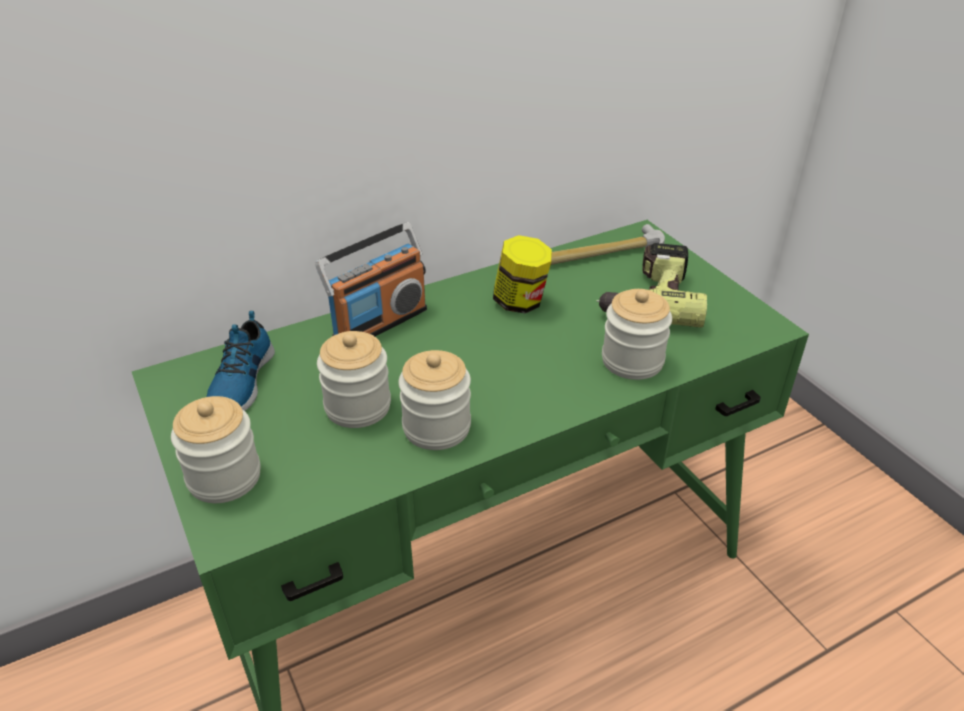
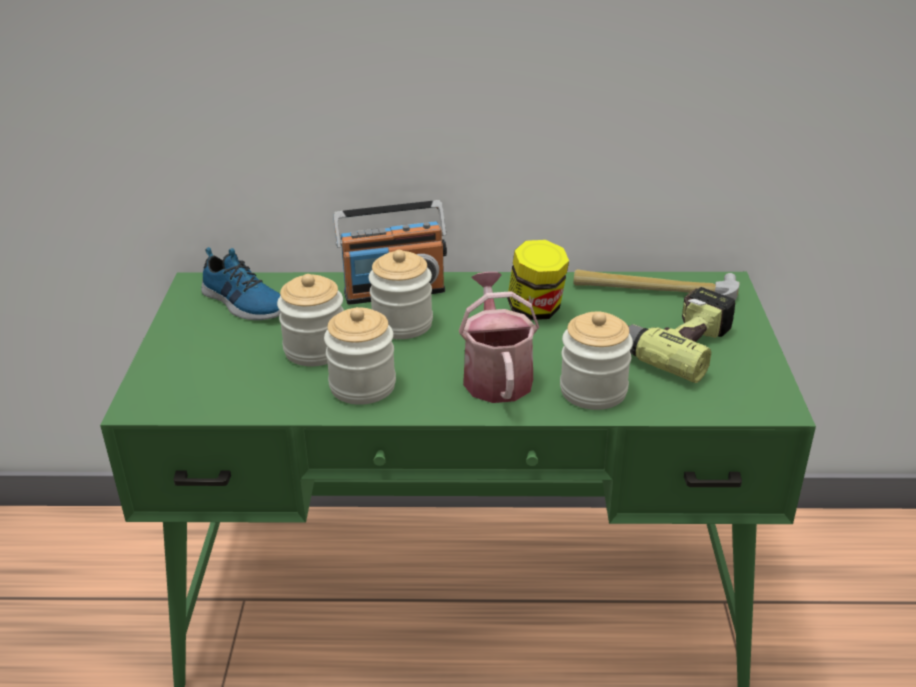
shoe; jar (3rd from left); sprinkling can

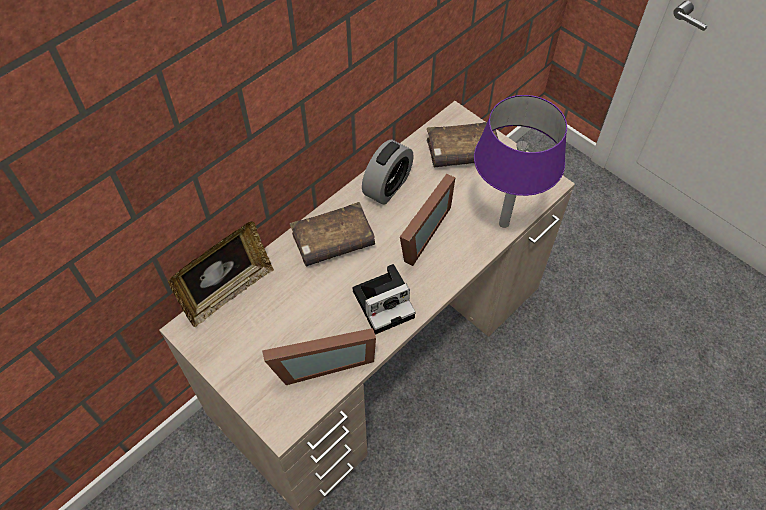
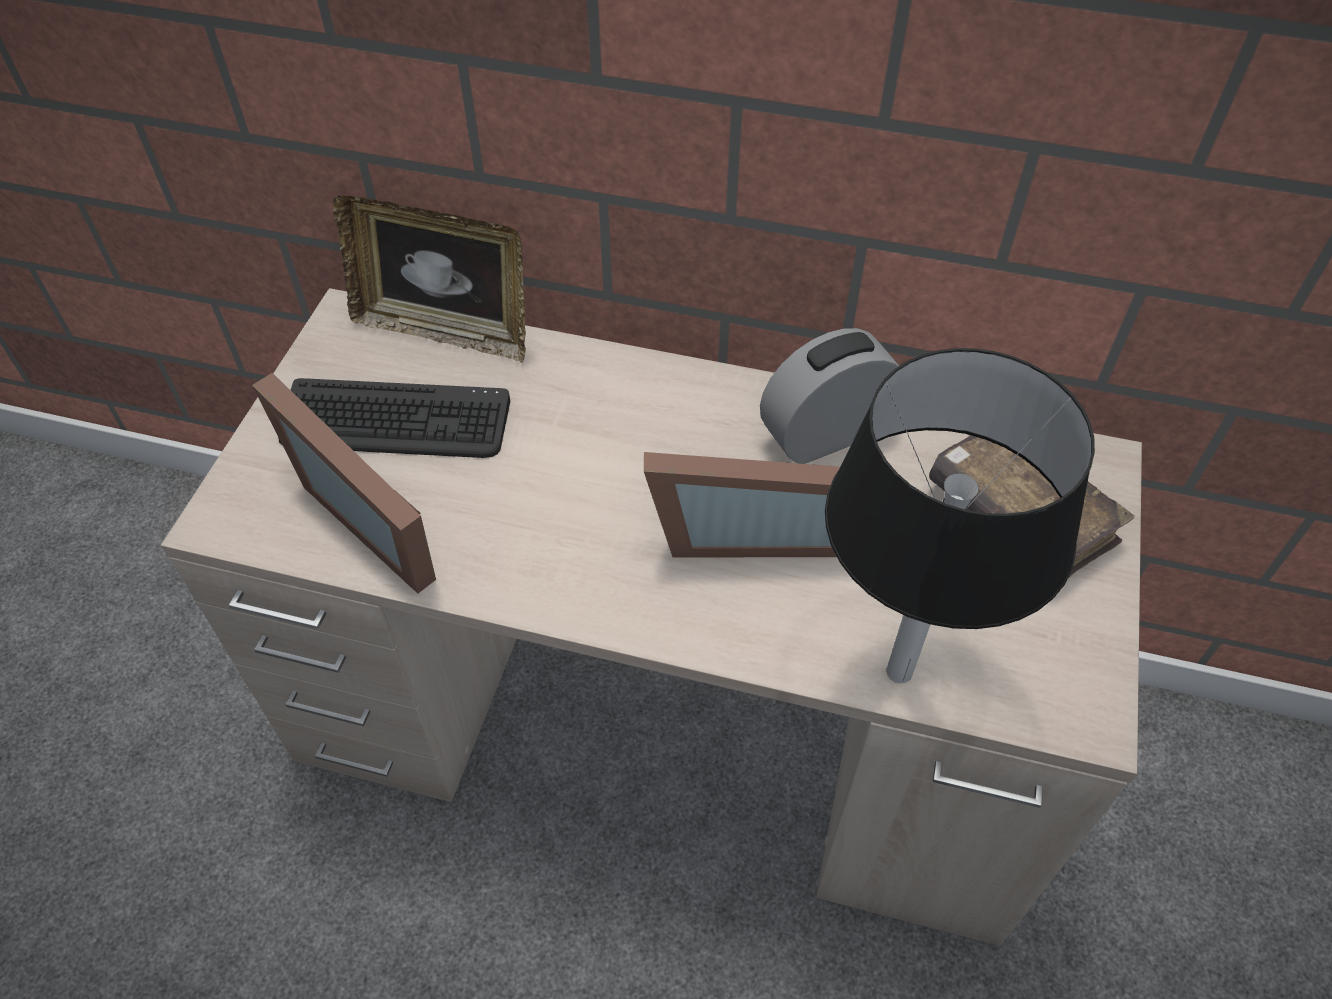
table lamp (blackish); alarm clock; book (brown-coloured) (1st from left in the first image); still camera; computer keyboard

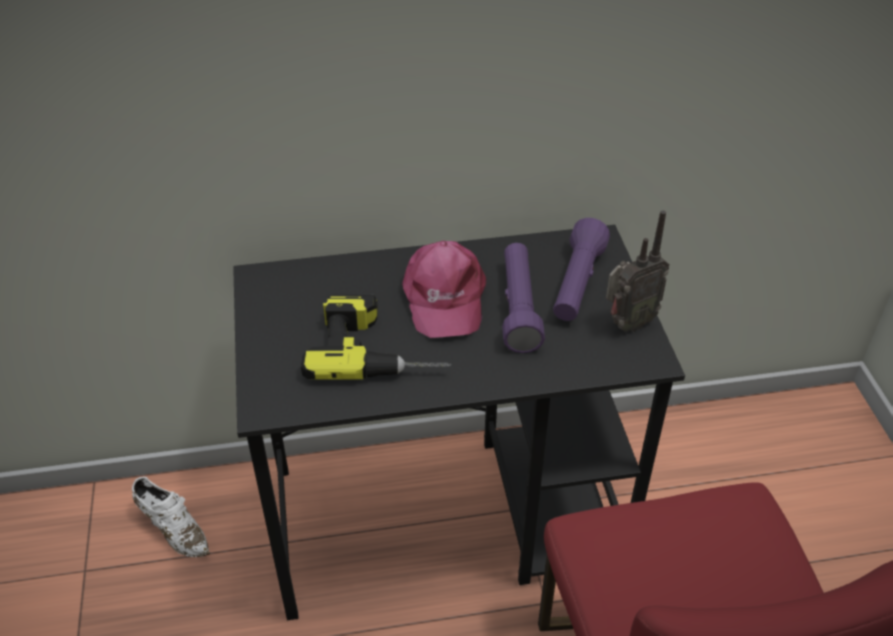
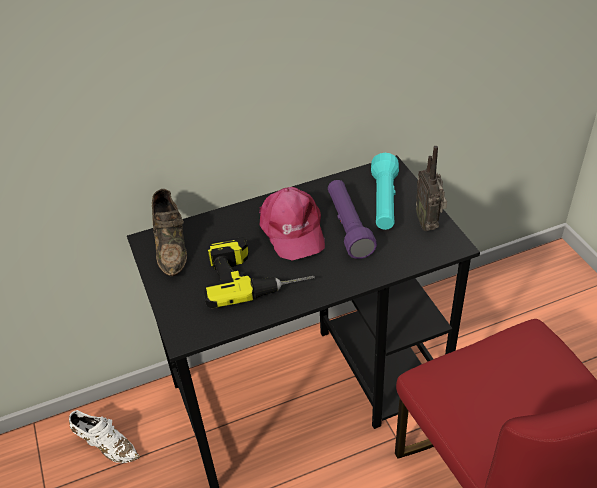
radio receiver; torch (turquoise-coloured); shoe (brown-coloured)

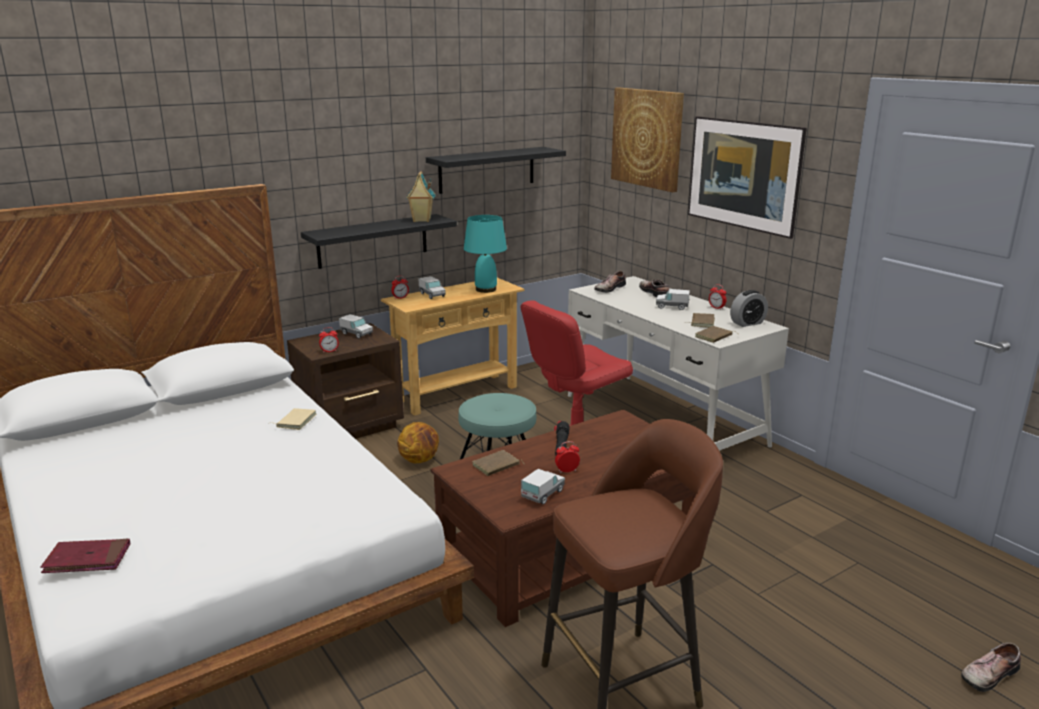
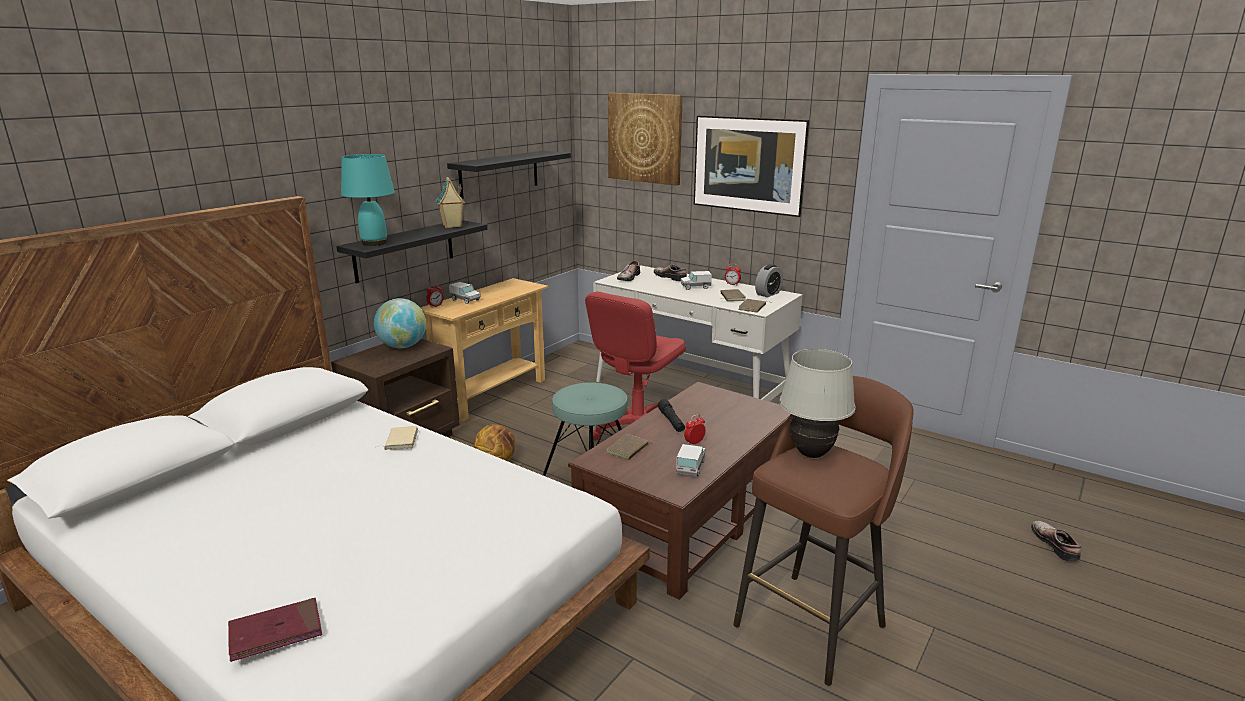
table lamp (turquoise-coloured); desk globe; alarm clock (1st from left in the first image); shoe (3rd from left); table lamp (whitish)

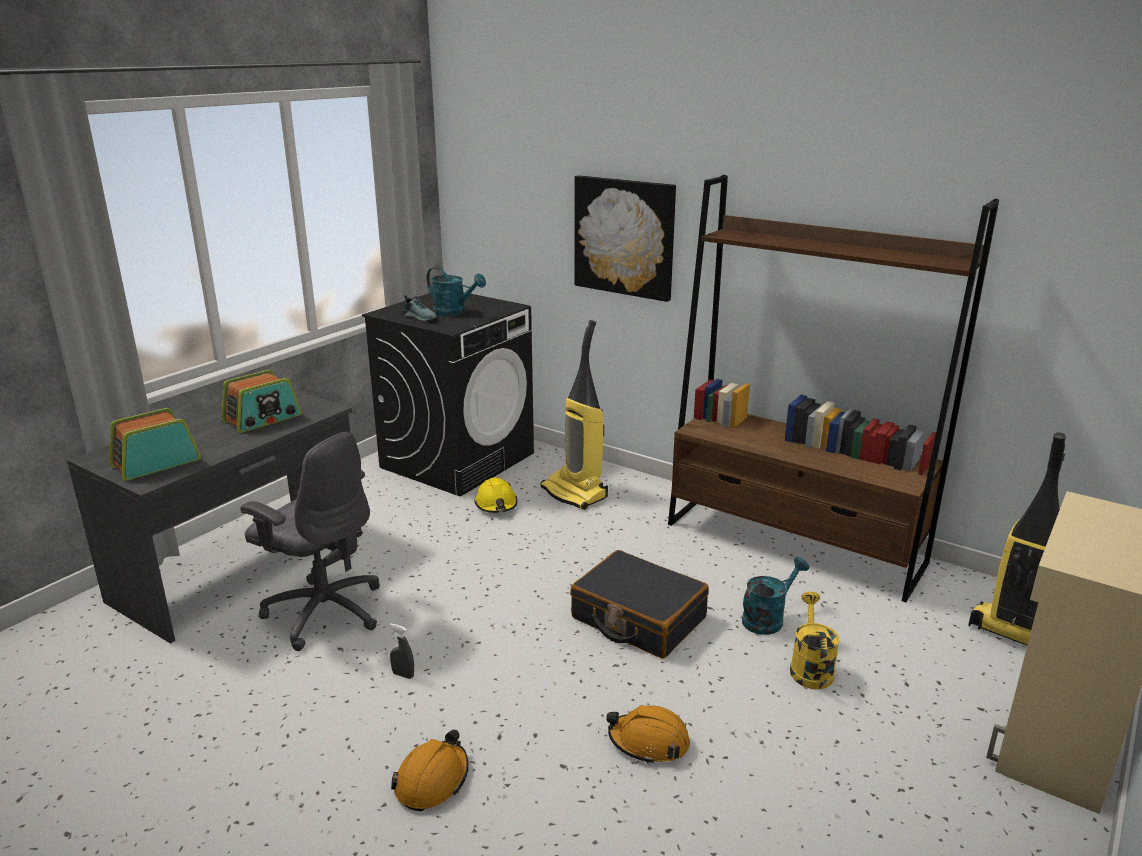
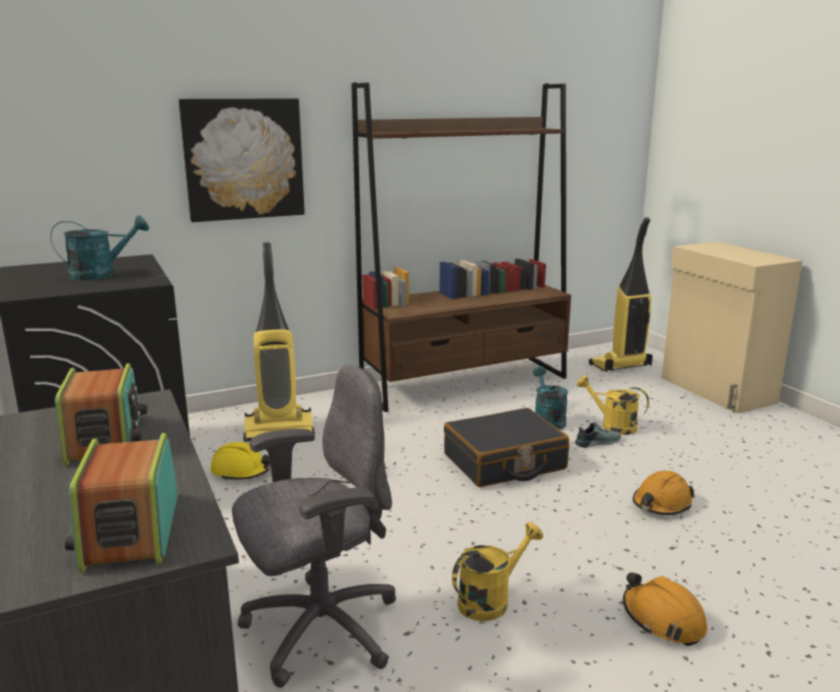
shoe; sprinkling can (yellowish) (1st from left)

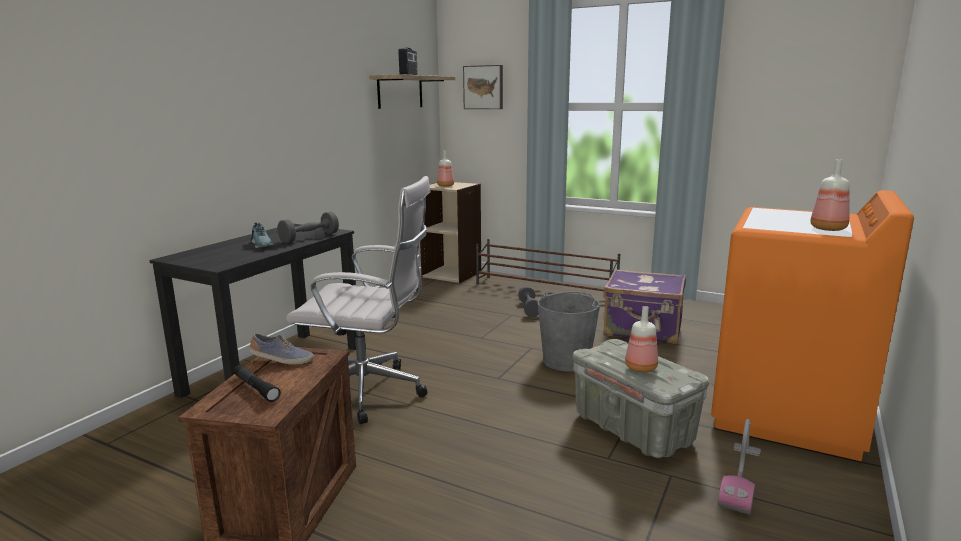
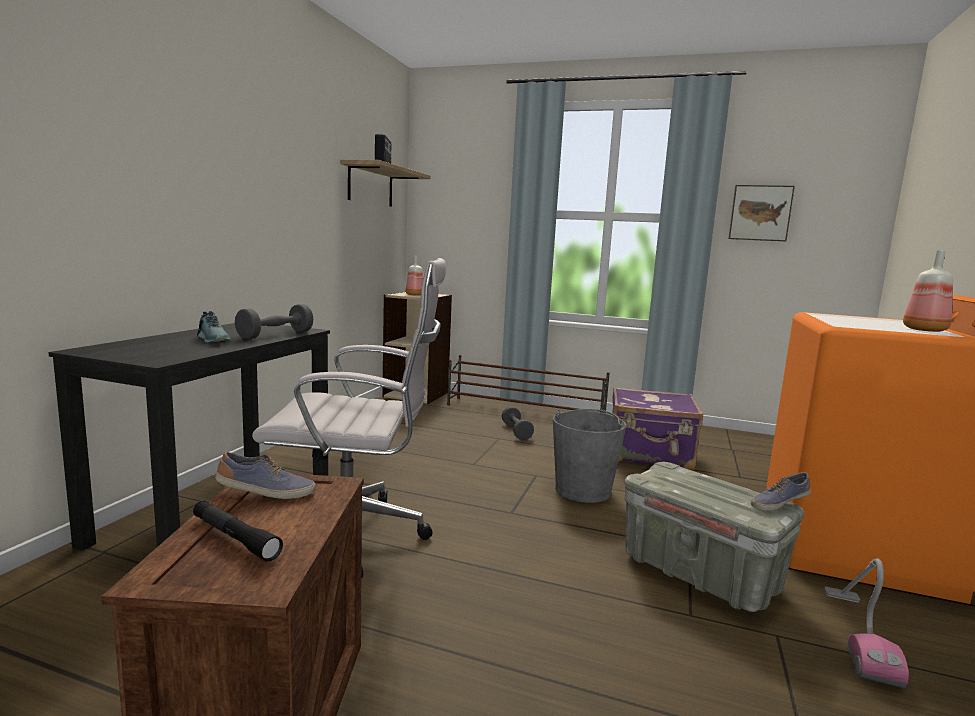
picture; bottle (2nd from left in the first image); shoe (3rd from left)

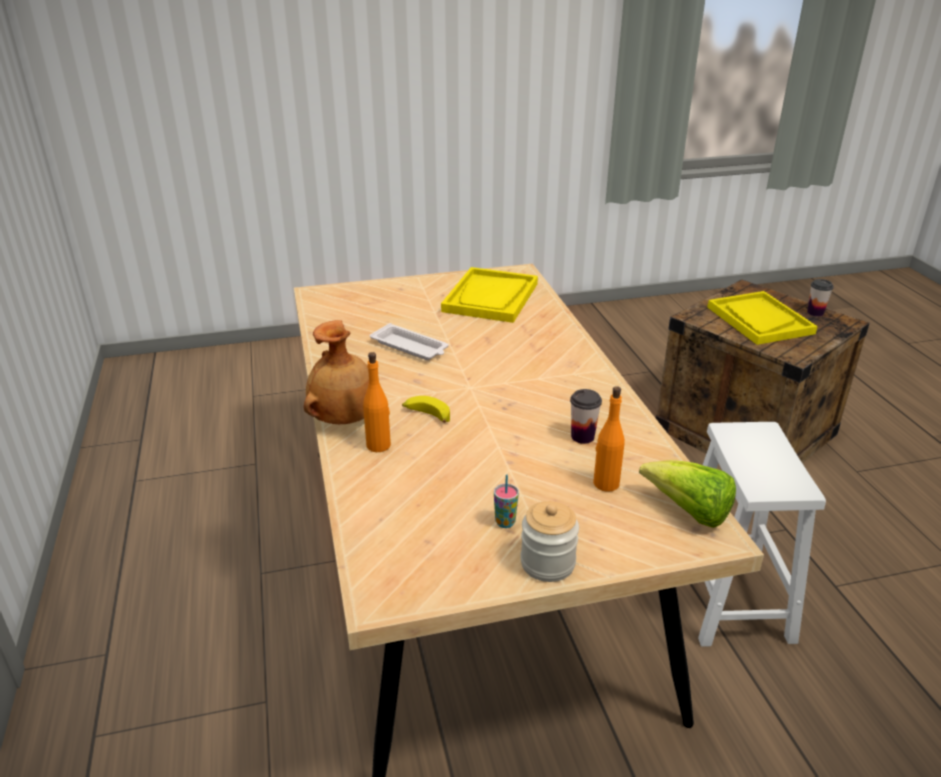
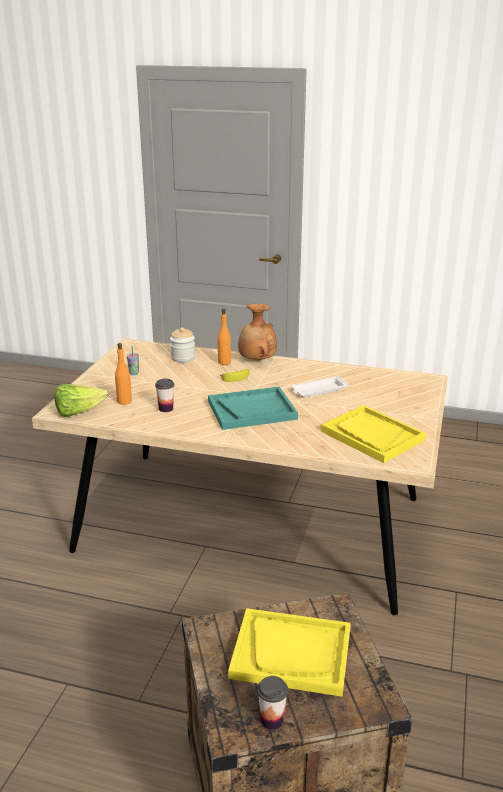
stool (whitish); jar; tray (turquoise-coloured)

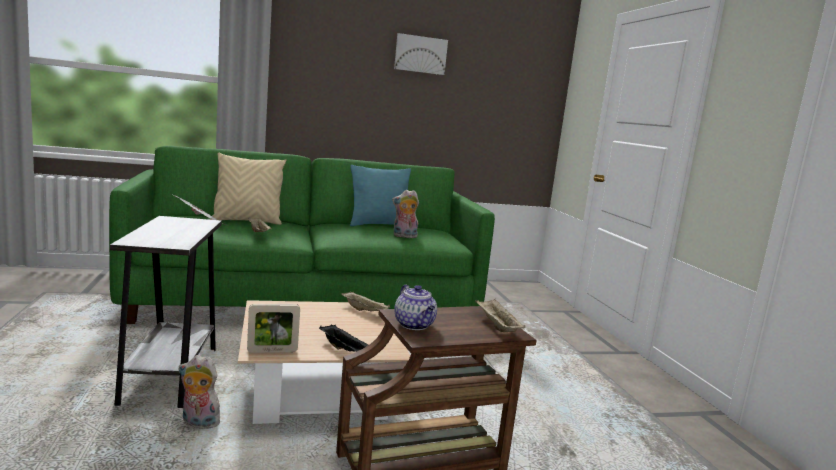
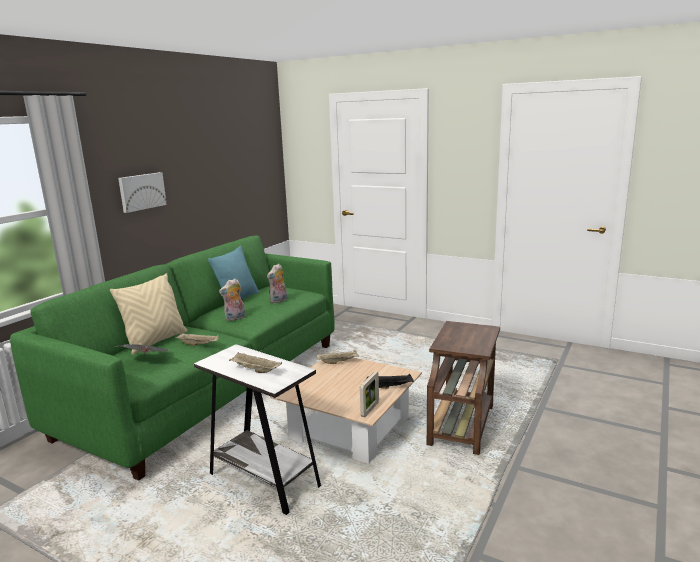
picture; pot for tea; tray (beige) (2nd from left); soft toy (1st from left)

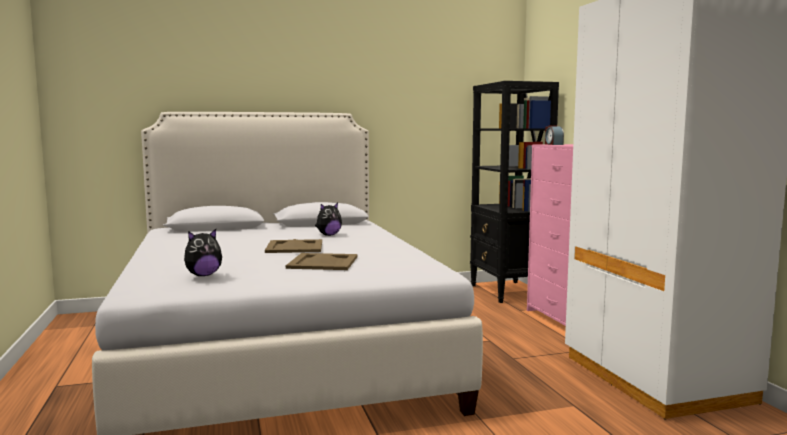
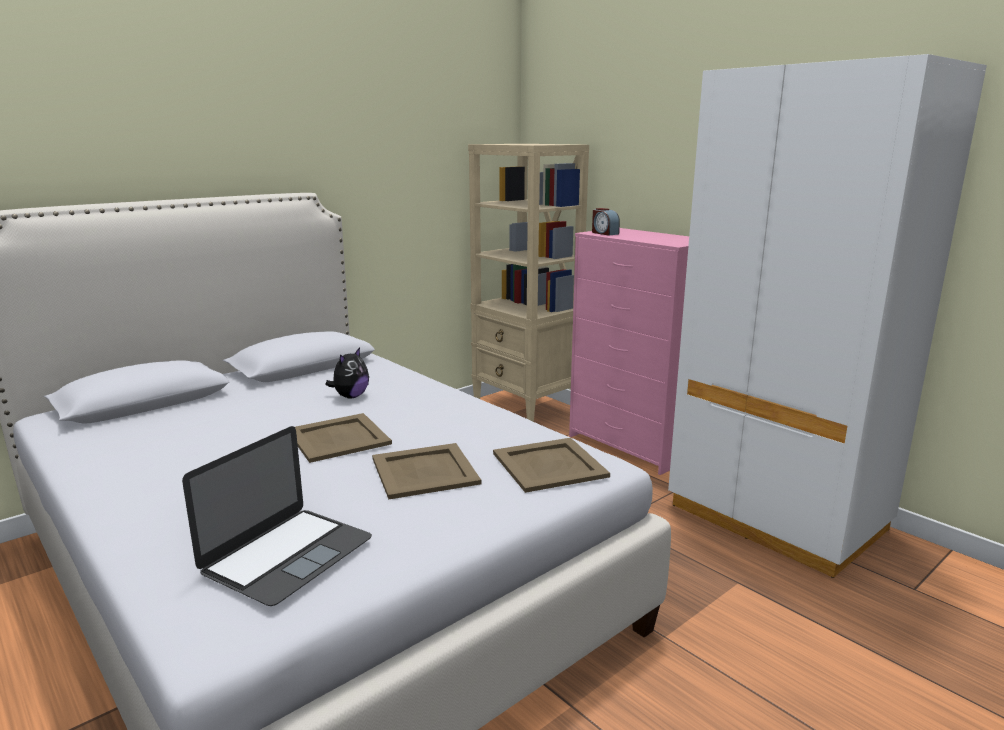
bookshelf (beige); portable computer; tray (beige) (3rd from left)

